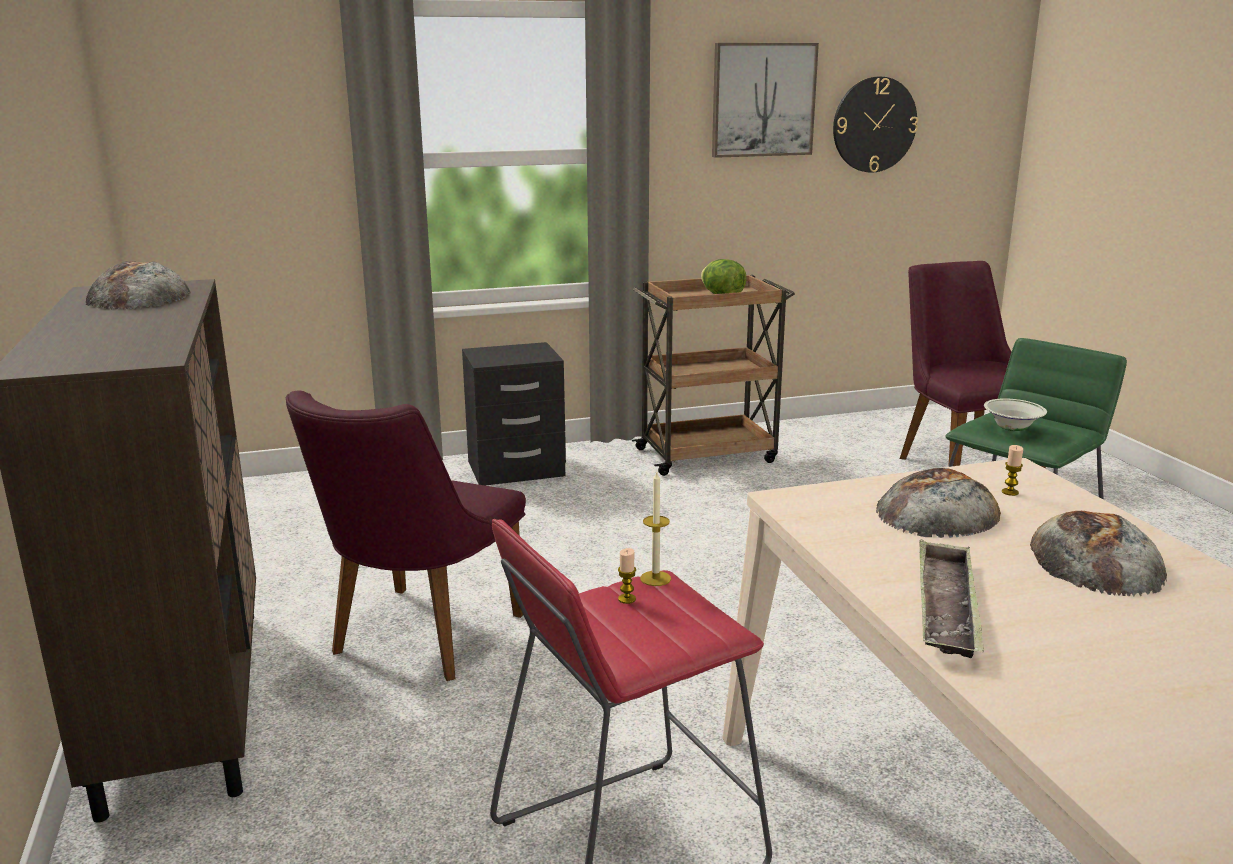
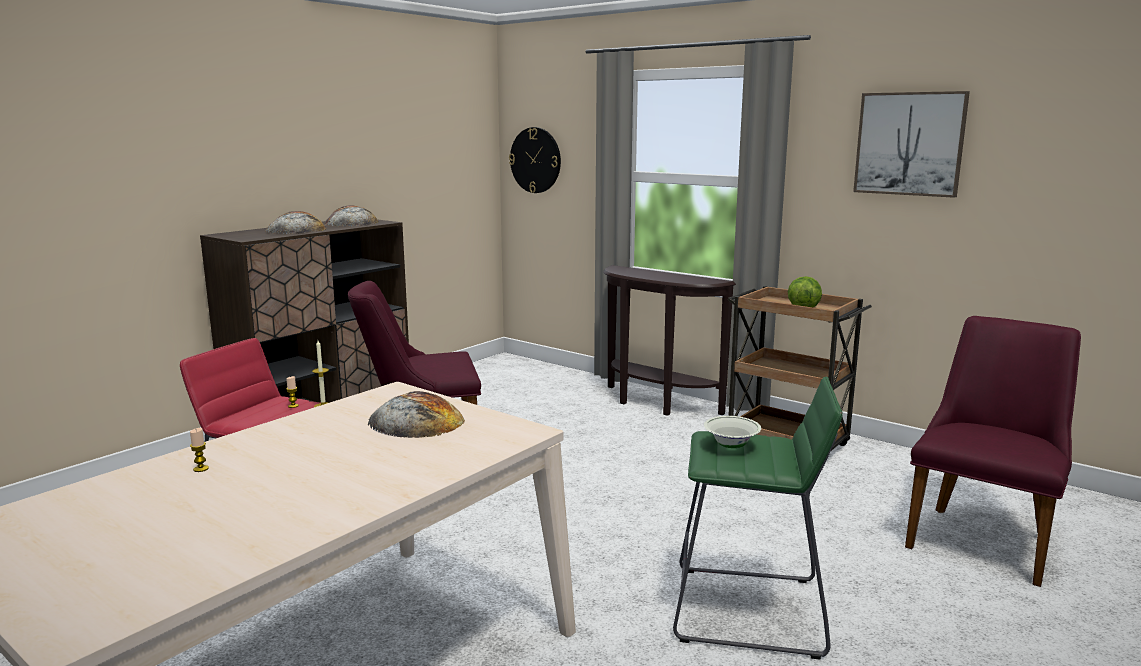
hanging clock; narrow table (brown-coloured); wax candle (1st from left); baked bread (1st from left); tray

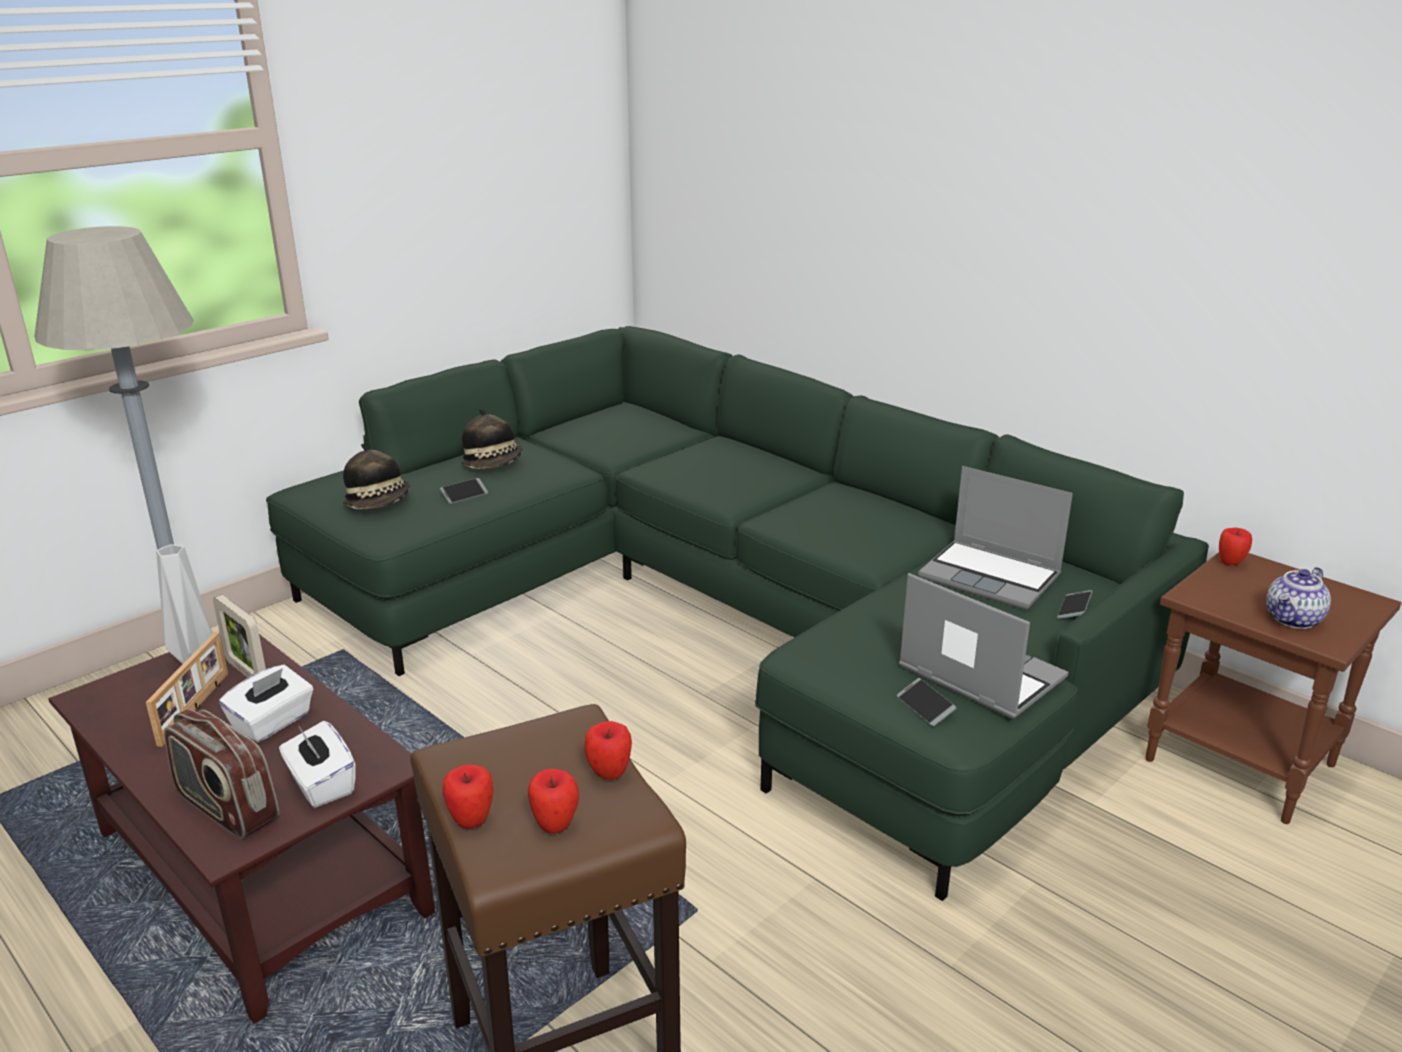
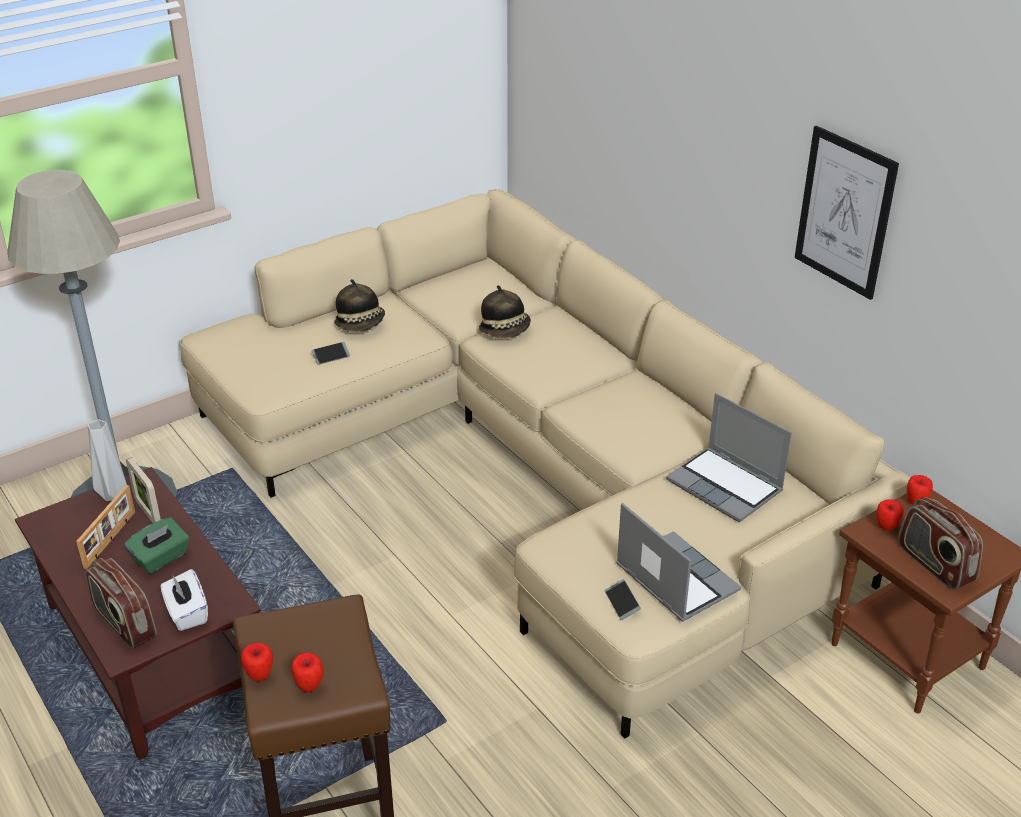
settee (beige); hat (2nd from left); radio receiver (2nd from left); telephone (3rd from left in the first image); tissue holder (greenish); apple fruit (3rd from left); picture

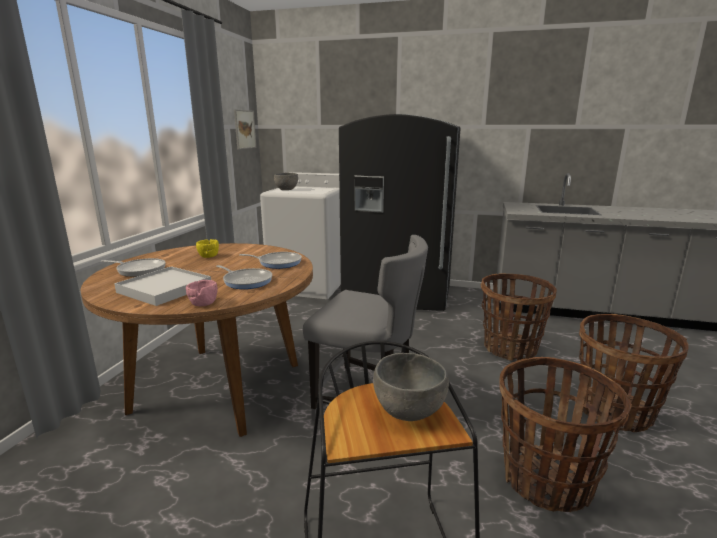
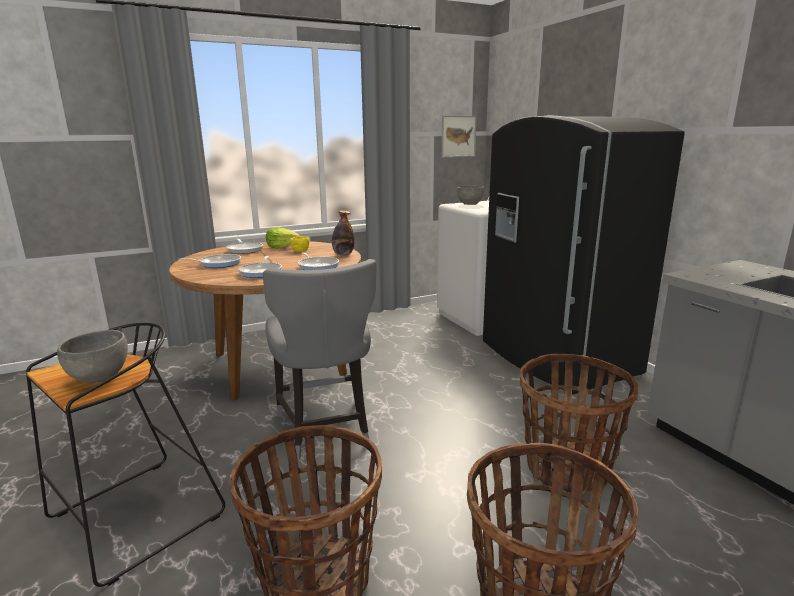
skillet (1st from left); serving bowl (pink); bottle; lettuce head

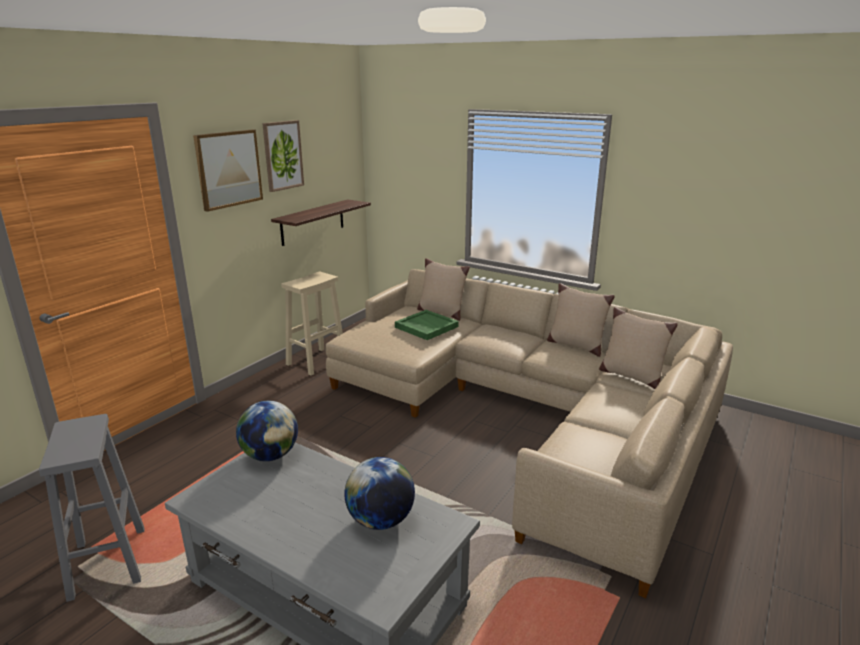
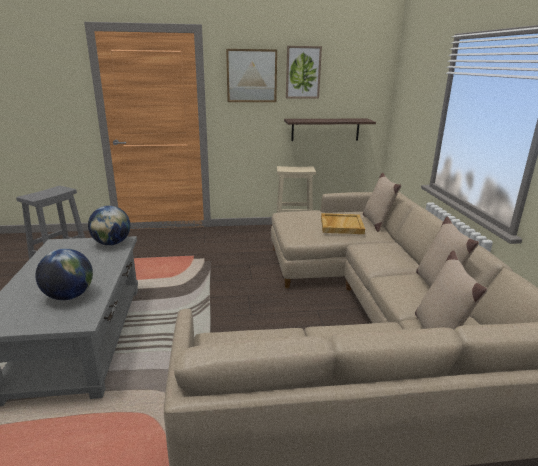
tray (beige)

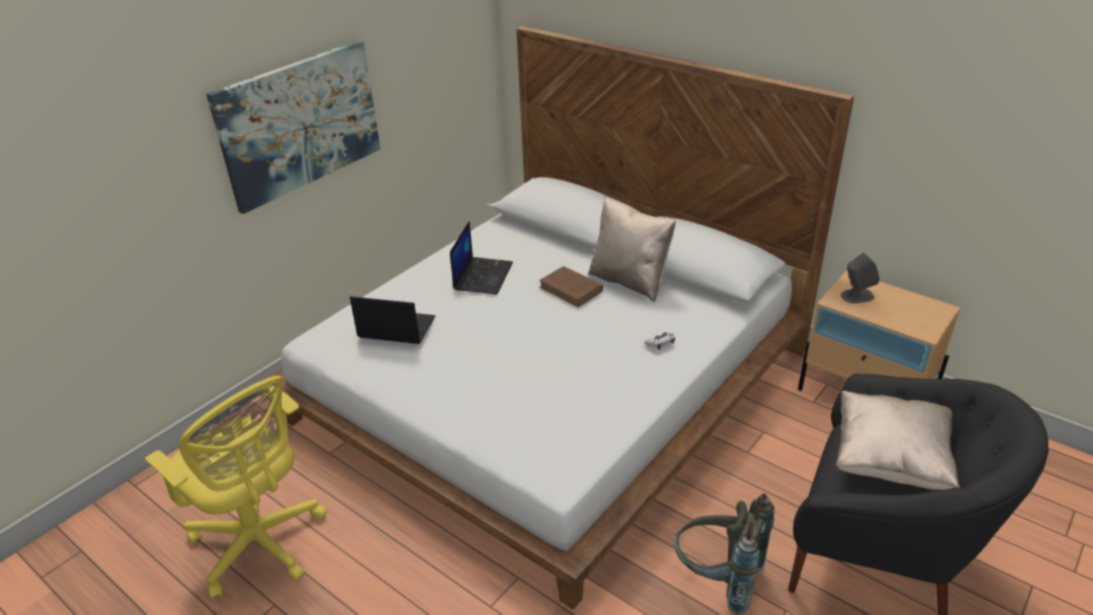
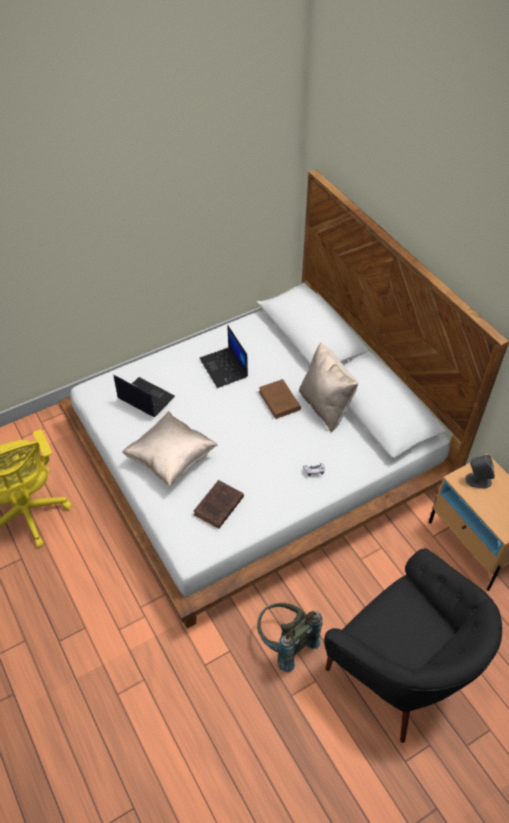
picture; portable computer (2nd from left); cushion (beige) (1st from left); book (brown-coloured) (1st from left)

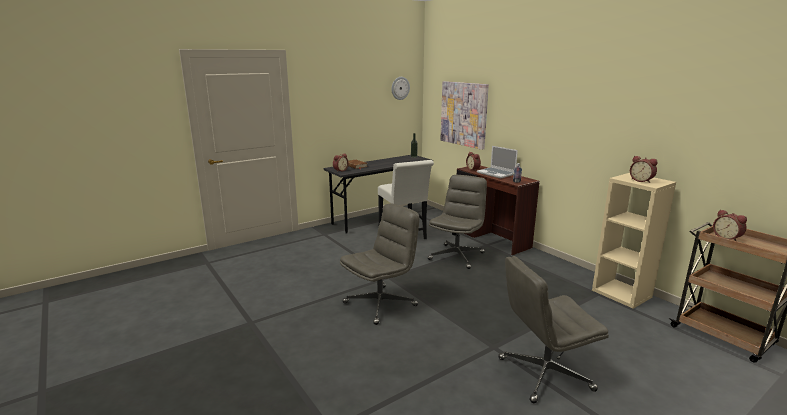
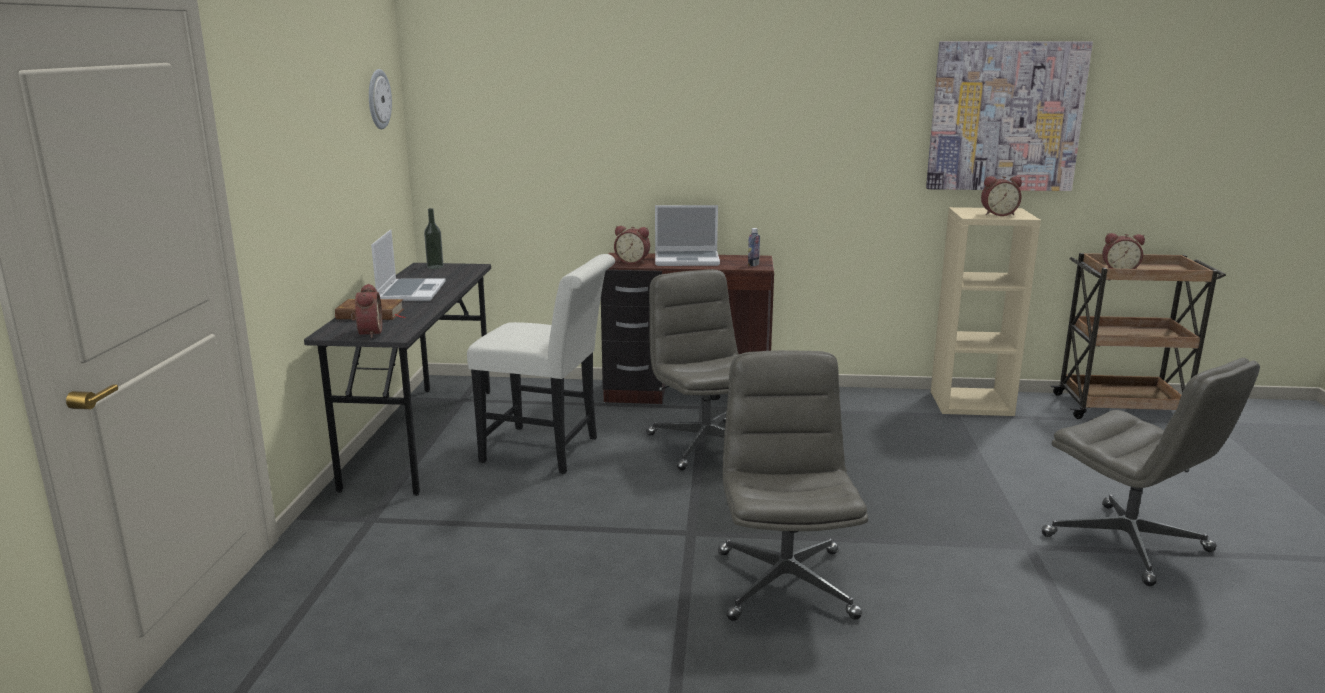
picture; desk chair (gray) (3rd from left); portable computer (1st from left)

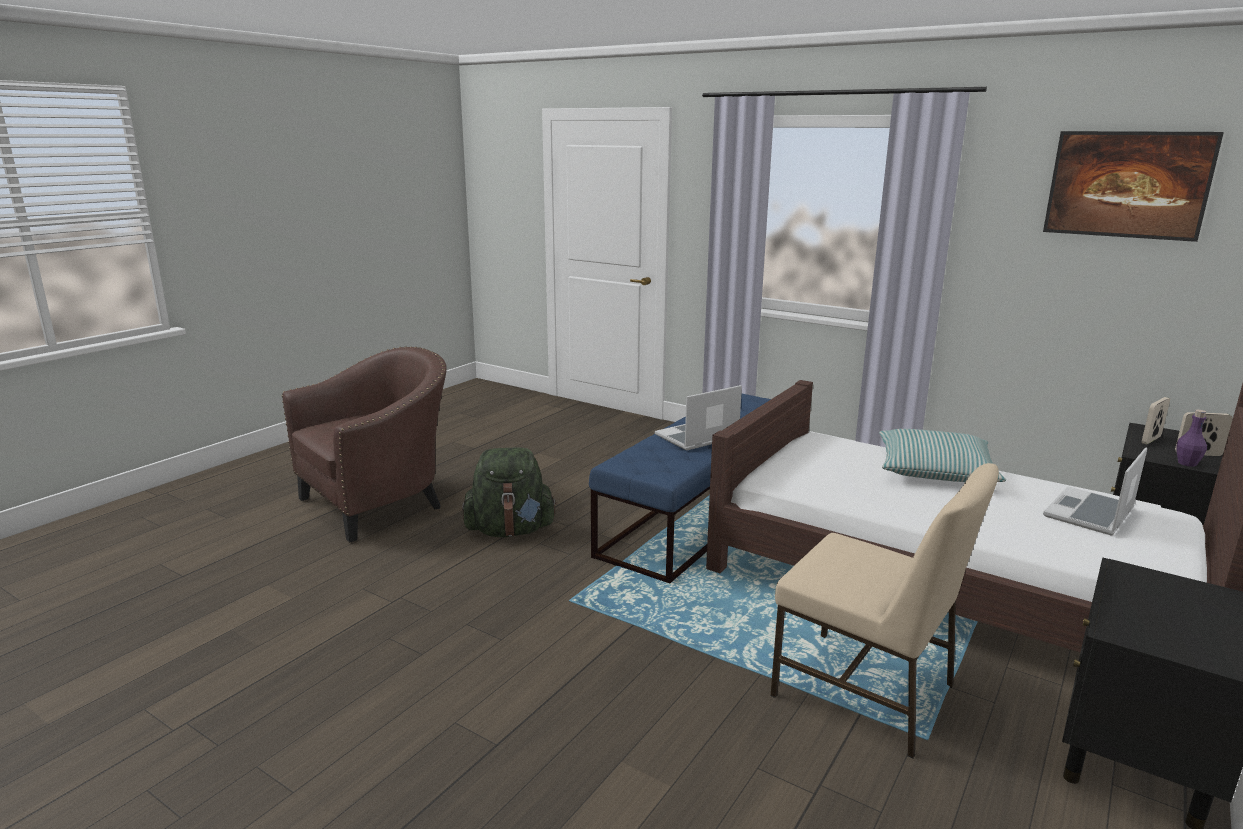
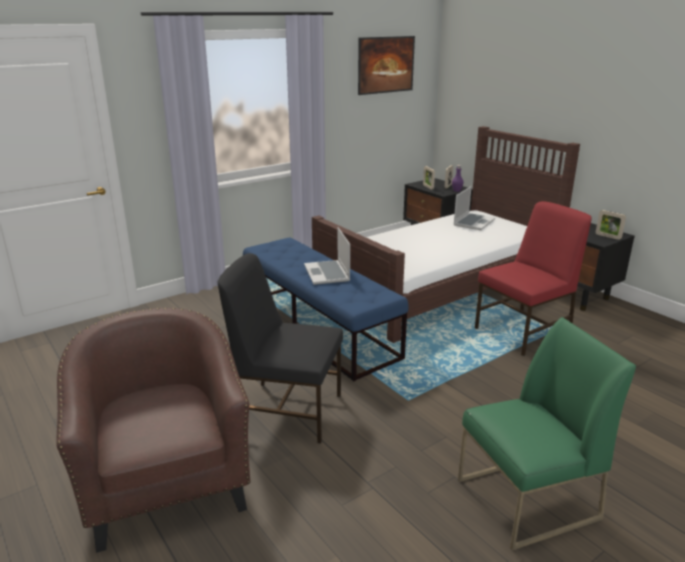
cushion; upright chair (blackish); portable computer (2nd from left); upright chair (red-coloured); picture frame (3rd from left); upright chair (greenish)

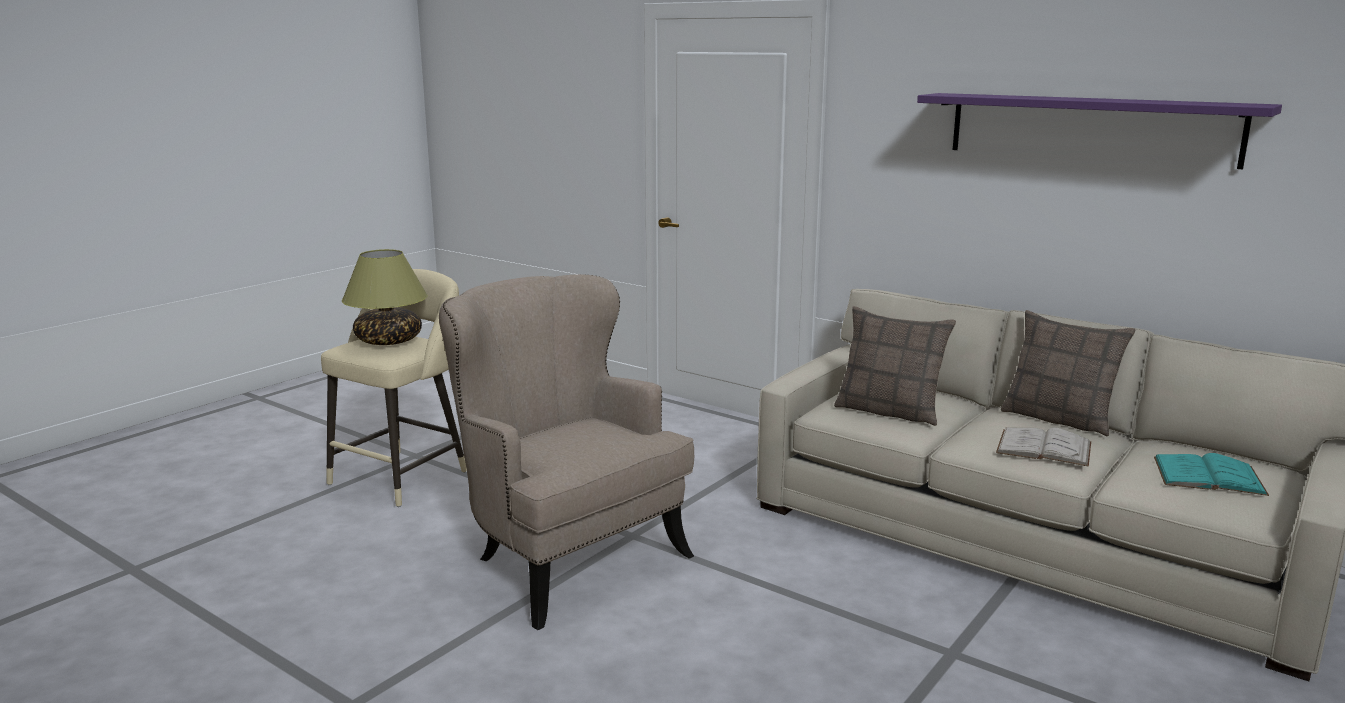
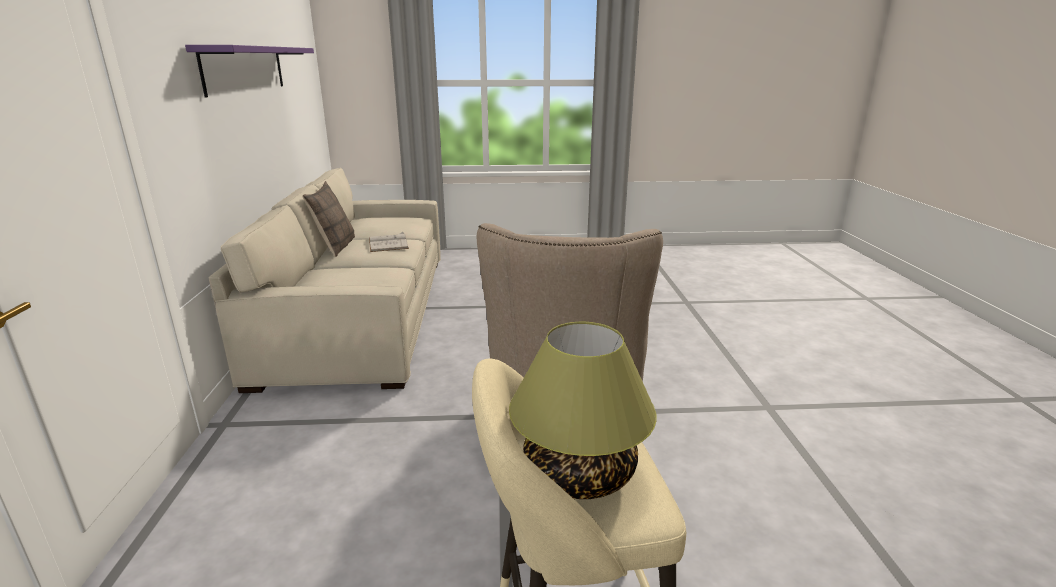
cushion (1st from left in the first image); book (turquoise-coloured)

